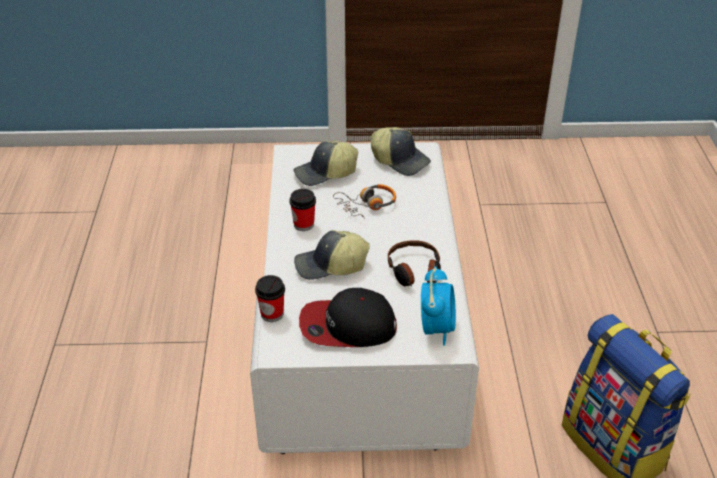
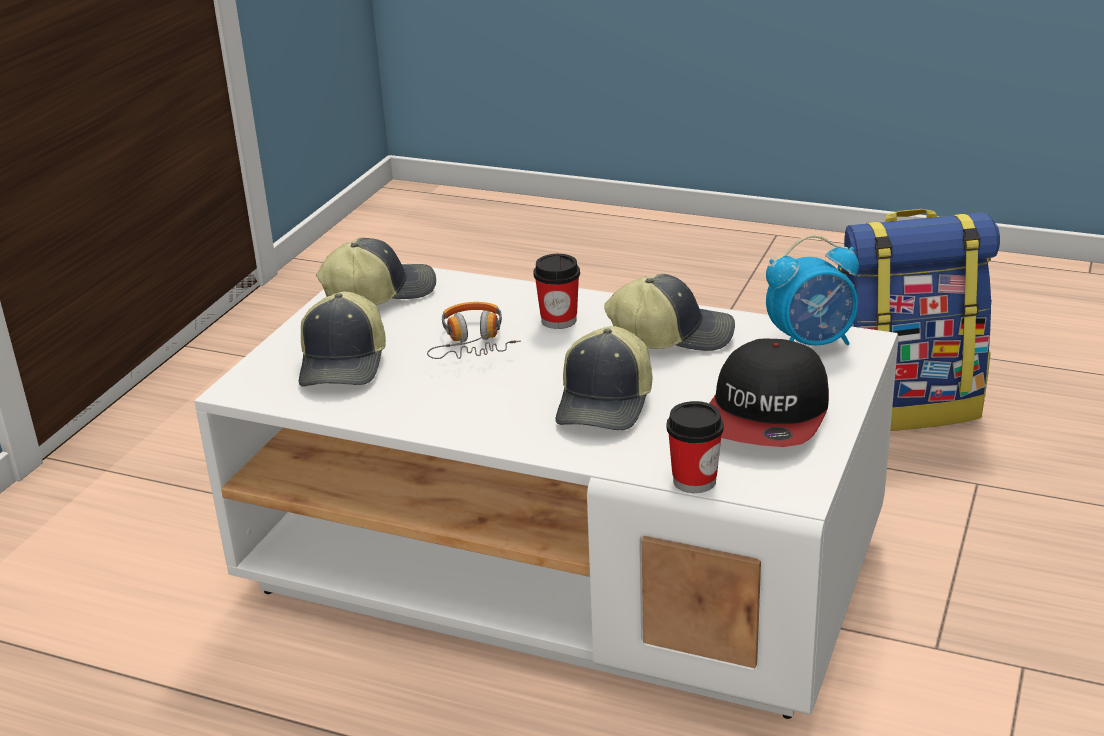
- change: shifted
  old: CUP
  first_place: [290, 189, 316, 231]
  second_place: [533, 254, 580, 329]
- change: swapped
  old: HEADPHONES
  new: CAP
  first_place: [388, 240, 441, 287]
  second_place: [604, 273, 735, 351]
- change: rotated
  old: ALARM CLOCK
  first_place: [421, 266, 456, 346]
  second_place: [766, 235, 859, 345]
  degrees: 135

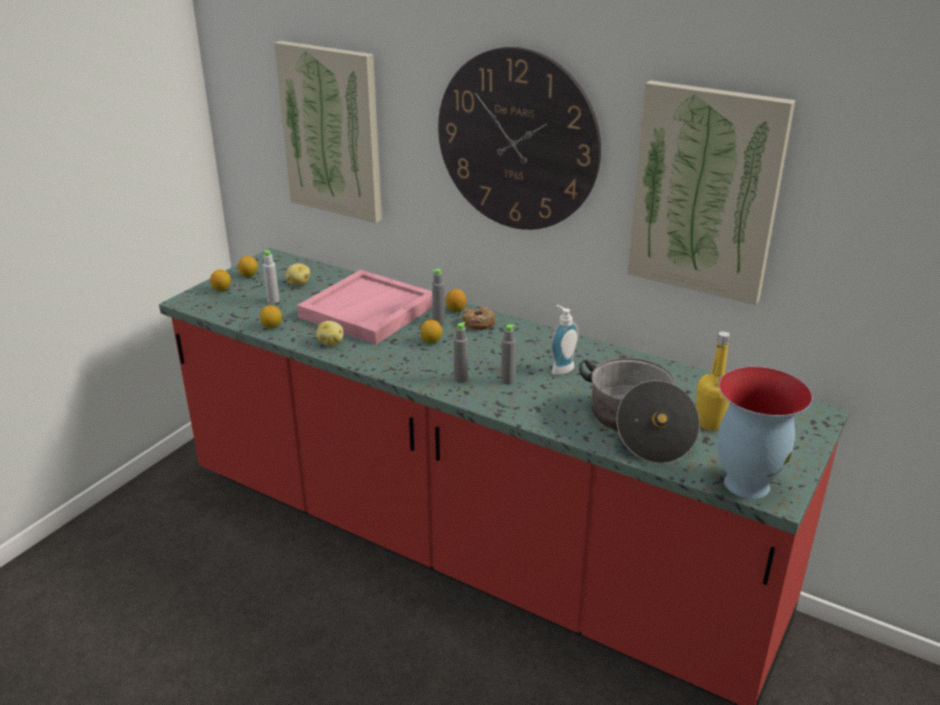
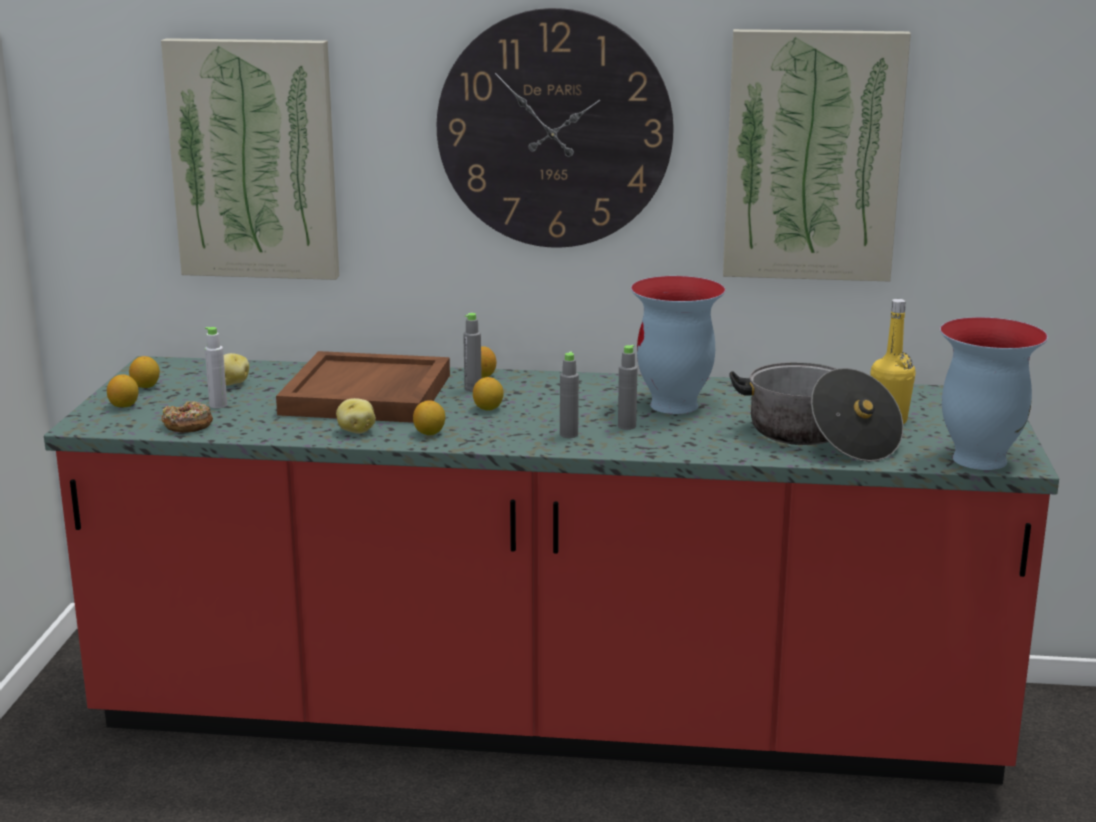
- change: shifted
  old: LEMON
  first_place: [260, 305, 282, 329]
  second_place: [413, 400, 445, 435]
- change: repainted
  old: PINK TRAY
  new: BROWN TRAY
  first_place: [297, 270, 432, 345]
  second_place: [276, 351, 450, 423]
- change: shifted
  old: DONUT
  first_place: [462, 306, 495, 330]
  second_place: [162, 401, 213, 433]
- change: swapped
  old: SOAP DISPENSER
  new: VASE
  first_place: [551, 305, 579, 375]
  second_place: [631, 276, 725, 414]

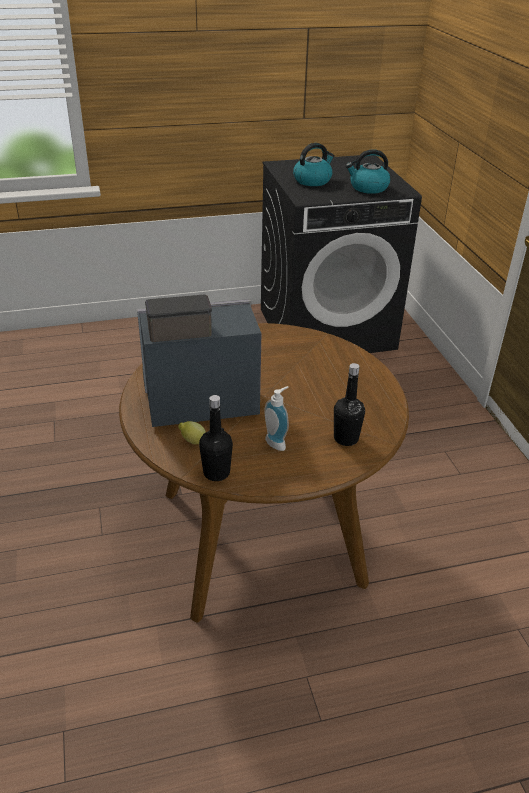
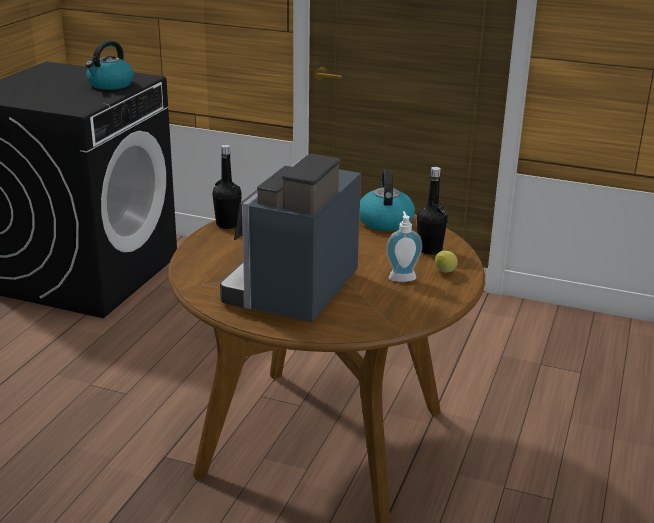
- change: shifted
  old: LEMON
  first_place: [178, 421, 206, 444]
  second_place: [435, 250, 458, 273]
- change: shifted
  old: BLACK BOTTLE
  first_place: [199, 395, 233, 481]
  second_place: [212, 145, 242, 229]
- change: shifted
  old: KETTLE
  first_place: [293, 143, 335, 186]
  second_place: [360, 169, 415, 231]

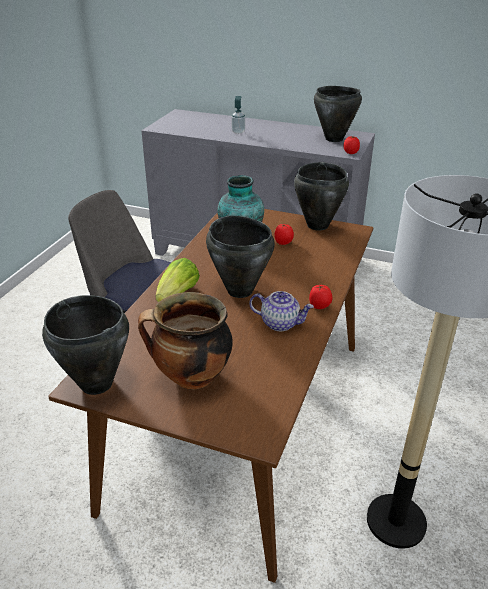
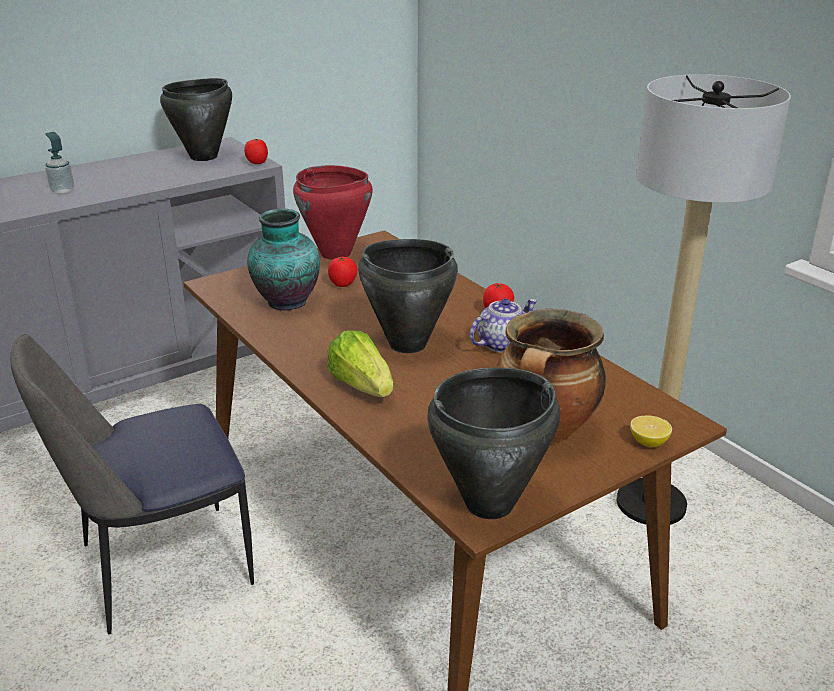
- change: repainted
  old: BLACK COOKING POT
  new: RED COOKING POT
  first_place: [294, 162, 349, 230]
  second_place: [293, 165, 373, 260]
- change: new
  new: LEMON
  second_place: [630, 415, 672, 447]

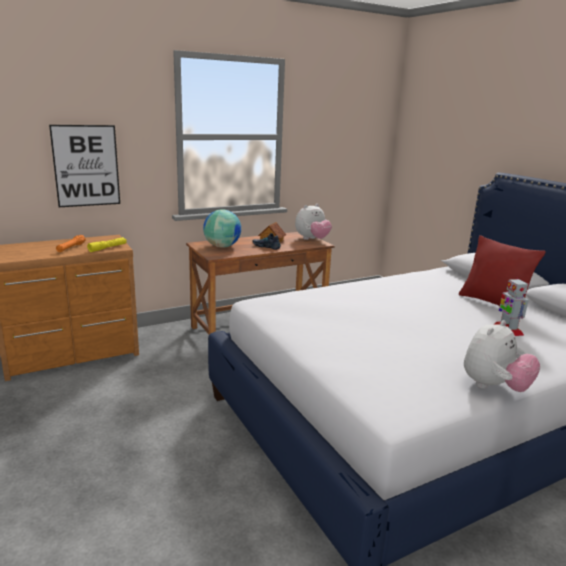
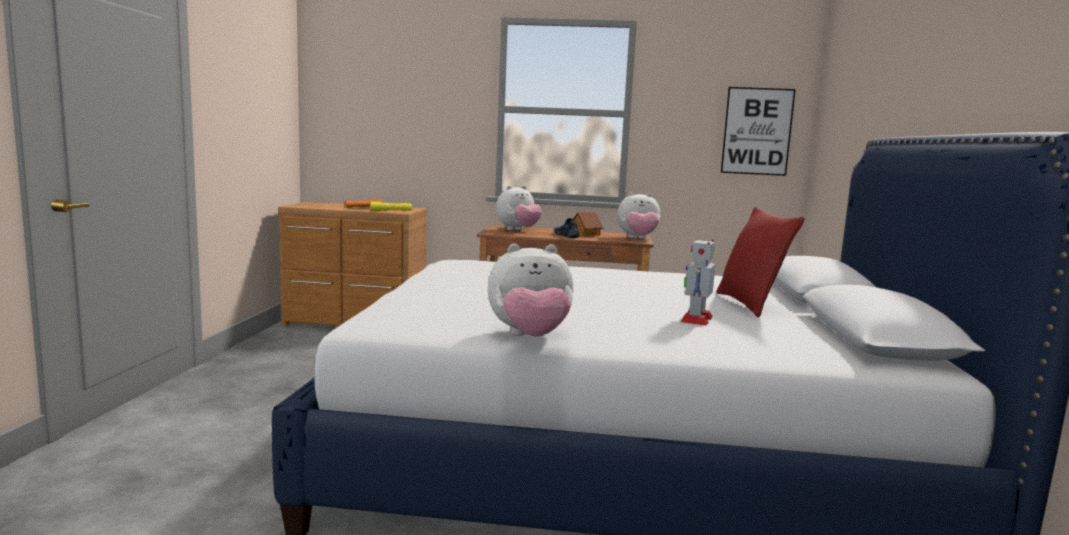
- change: shifted
  old: PICTURE
  first_place: [49, 125, 120, 207]
  second_place: [721, 87, 796, 176]
- change: swapped
  old: GLOBE
  new: PLUSH TOY
  first_place: [203, 209, 241, 248]
  second_place: [496, 185, 542, 230]

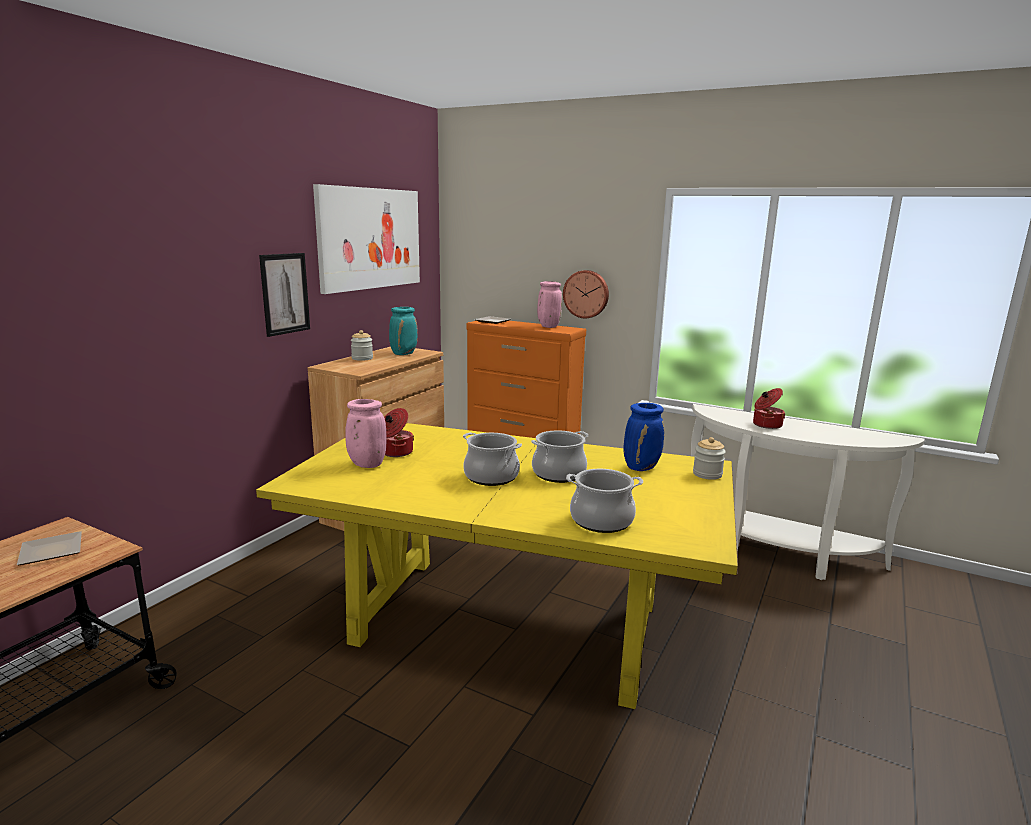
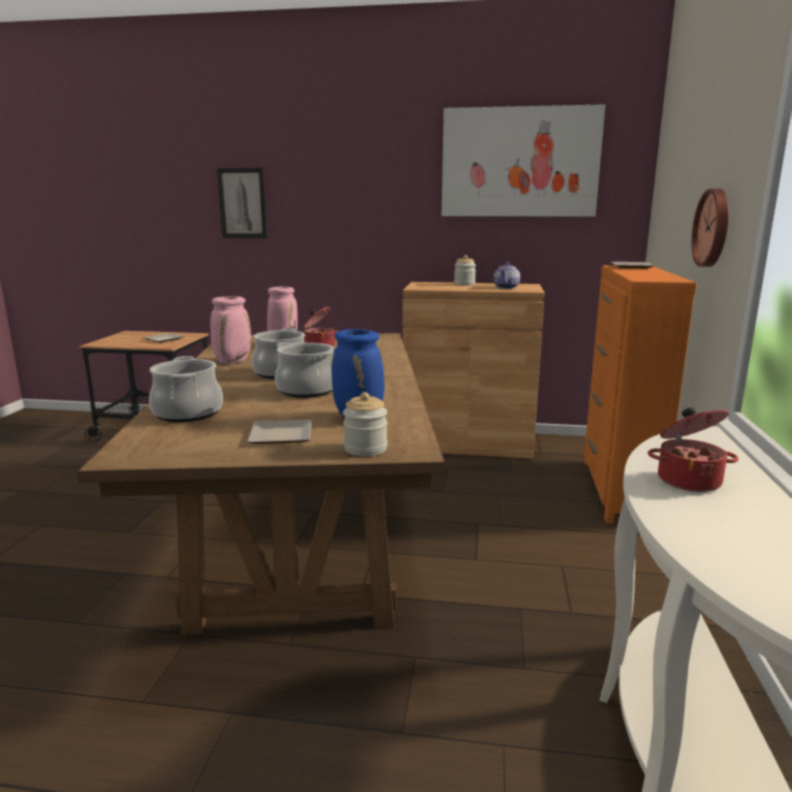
- change: repainted
  old: YELLOW DINING TABLE
  new: BROWN DINING TABLE
  first_place: [256, 423, 738, 709]
  second_place: [78, 333, 445, 635]
- change: shifted
  old: PICTURE
  first_place: [259, 253, 310, 337]
  second_place: [217, 168, 267, 238]
- change: swapped
  old: TURQUOISE VASE
  new: TEAPOT
  first_place: [389, 307, 418, 355]
  second_place: [494, 262, 520, 289]
- change: shifted
  old: PINK VASE
  first_place: [537, 281, 562, 328]
  second_place: [210, 296, 251, 364]
- change: new
  new: PLATE
  second_place: [247, 420, 312, 444]

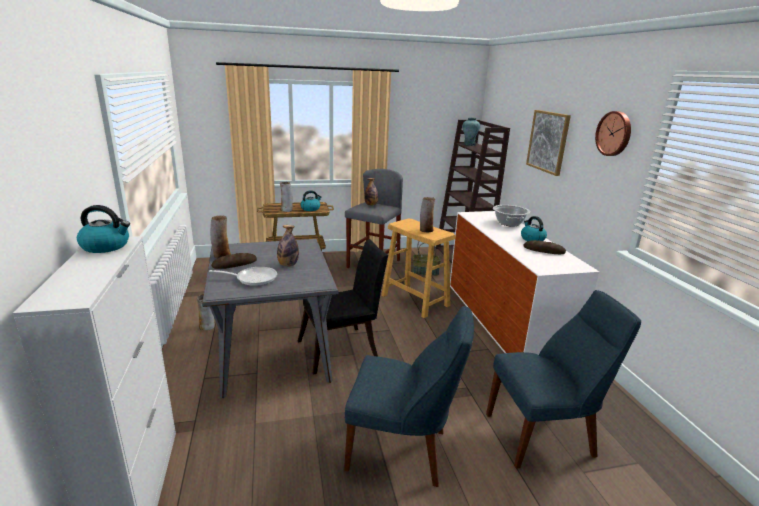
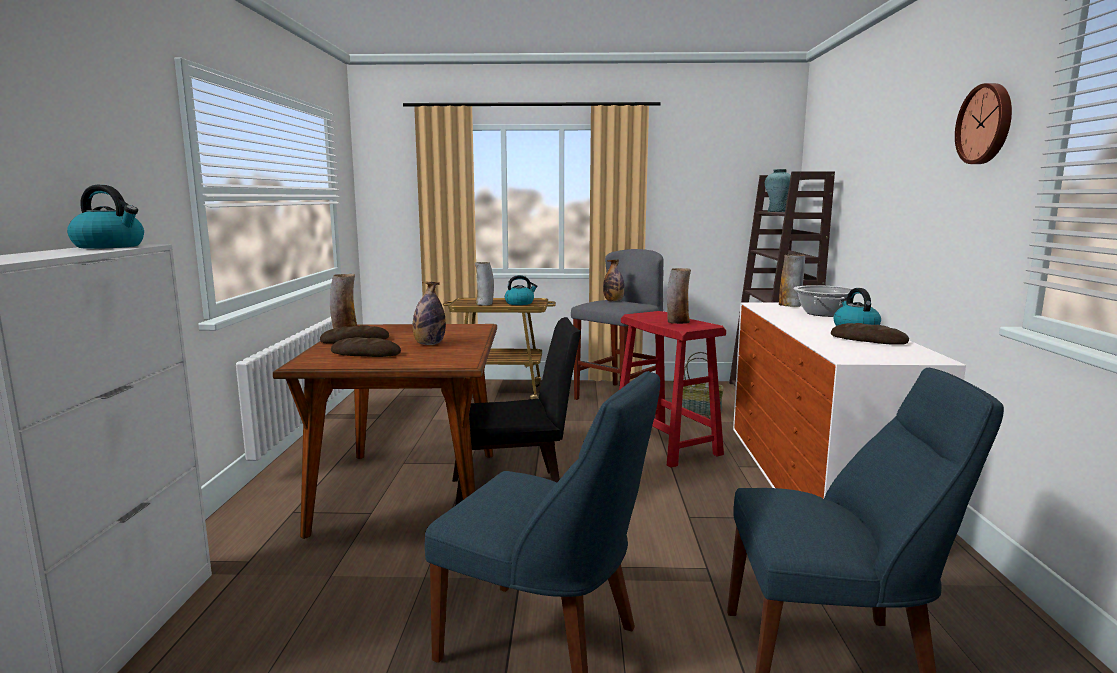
- change: shifted
  old: VASE
  first_place: [196, 294, 215, 331]
  second_place: [779, 254, 805, 307]
- change: repainted
  old: GREY DINING TABLE
  new: BROWN DINING TABLE
  first_place: [202, 239, 339, 398]
  second_place: [273, 324, 497, 539]
- change: swapped
  old: FRYING PAN
  new: BREAD
  first_place: [209, 267, 277, 286]
  second_place: [331, 337, 401, 357]
- change: repainted
  old: BEIGE STOOL
  new: RED STOOL
  first_place: [381, 219, 456, 318]
  second_place: [619, 311, 726, 468]
- change: gone
  old: PICTURE
  first_place: [526, 110, 571, 176]

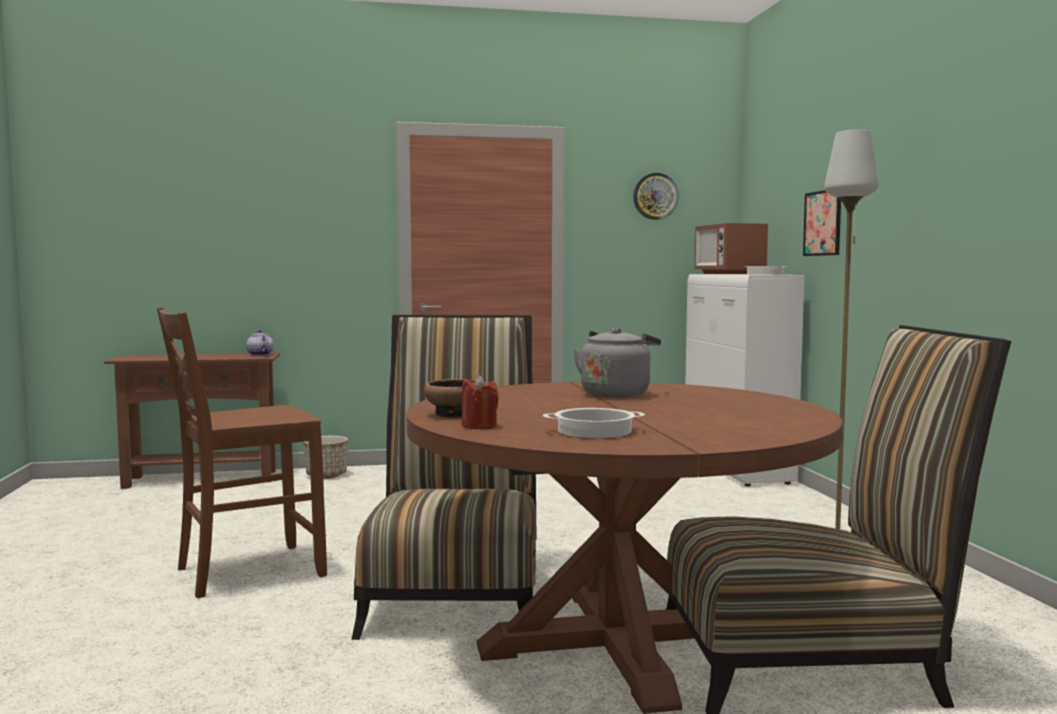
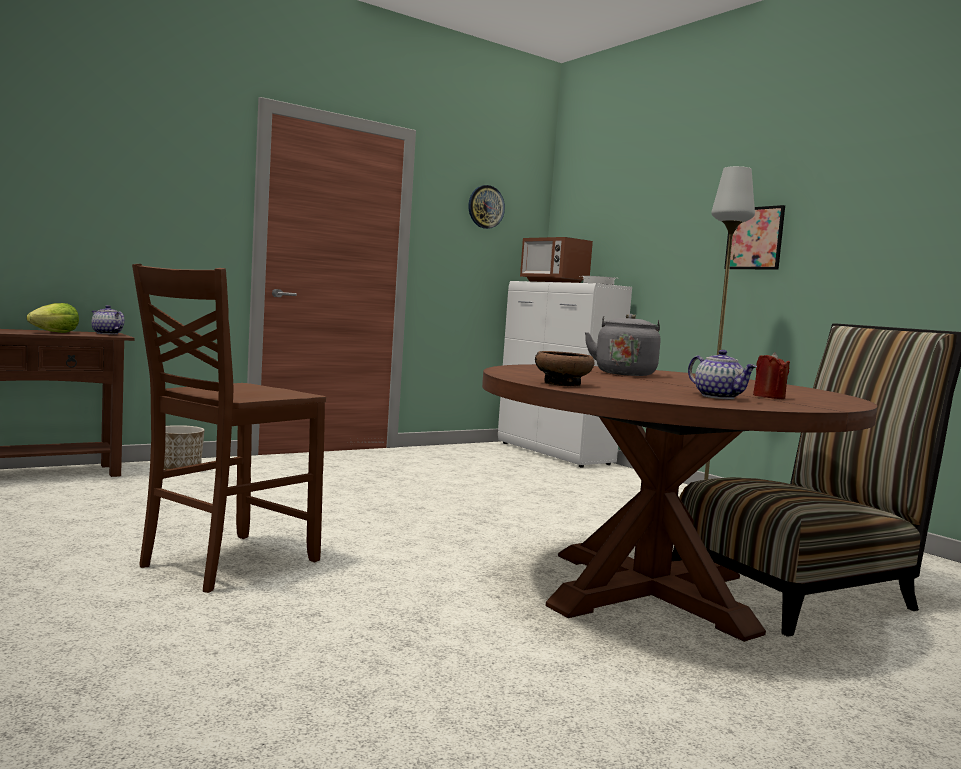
- change: gone
  old: CHAIR
  first_place: [351, 315, 537, 640]
- change: shifted
  old: RED CANDLE
  first_place: [461, 375, 499, 429]
  second_place: [753, 352, 790, 399]
- change: swapped
  old: COOKING POT
  new: TEAPOT
  first_place: [543, 408, 645, 438]
  second_place: [688, 350, 757, 399]
- change: shifted
  old: PICTURE
  first_place: [803, 190, 841, 256]
  second_place: [724, 205, 785, 270]
- change: new
  new: LETTUCE
  second_place: [27, 303, 79, 333]

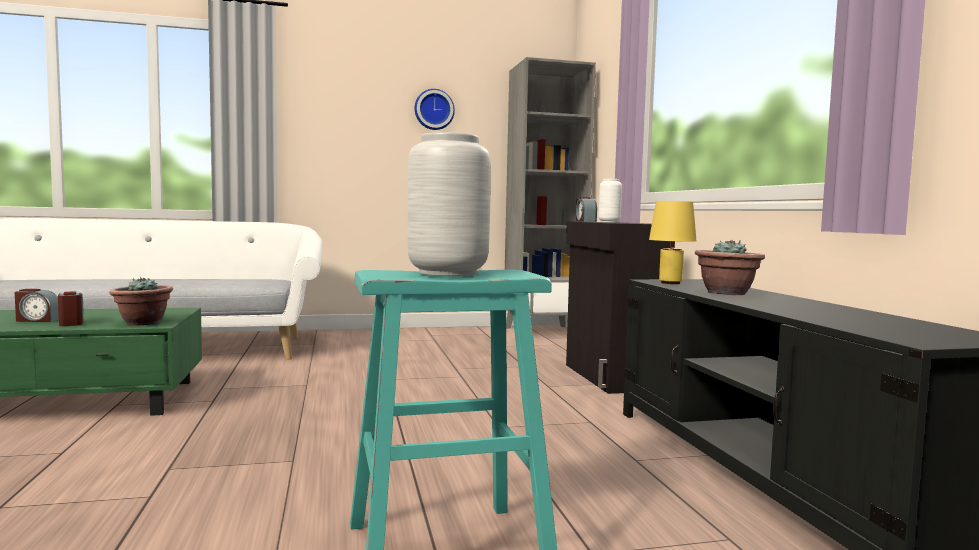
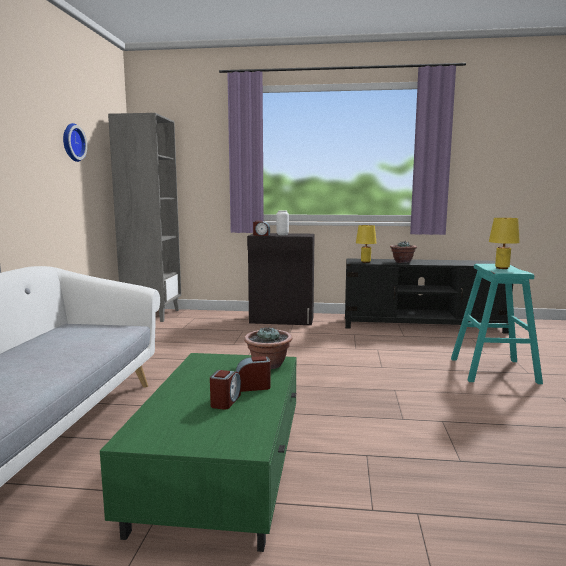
- change: swapped
  old: GREY VASE
  new: YELLOW TABLE LAMP
  first_place: [407, 132, 491, 276]
  second_place: [489, 218, 520, 269]

